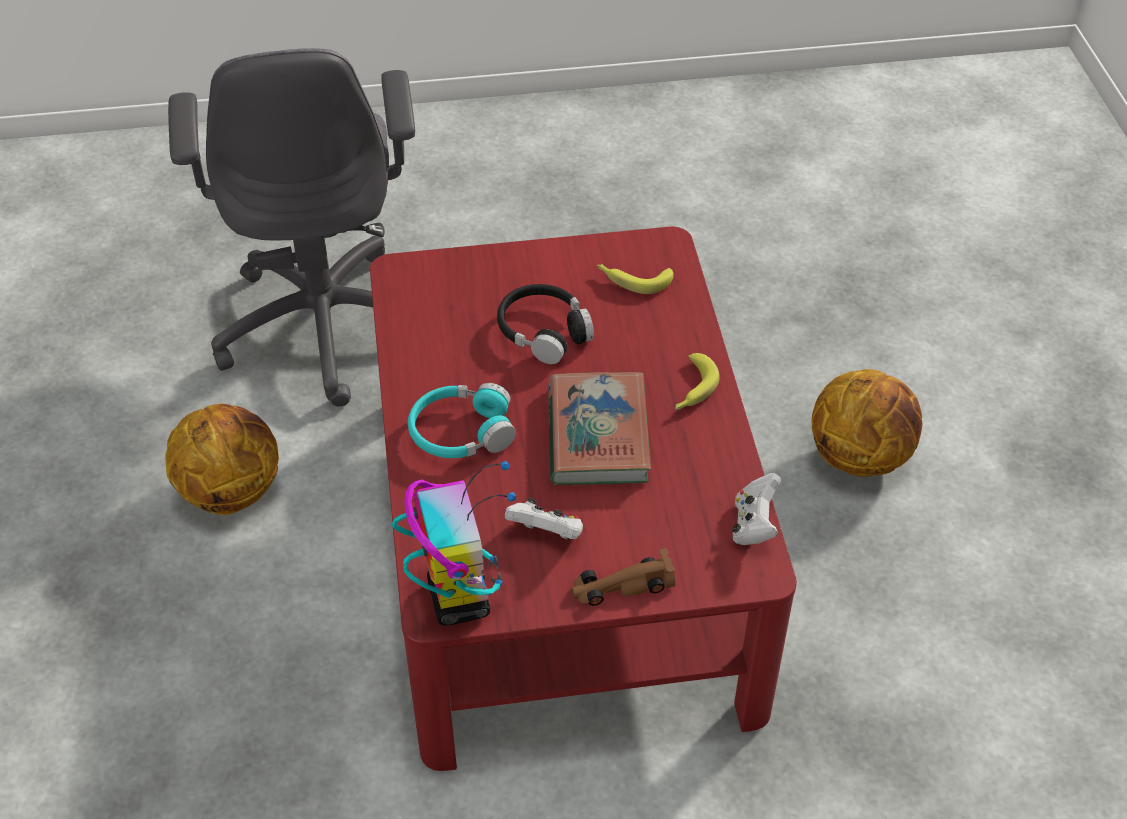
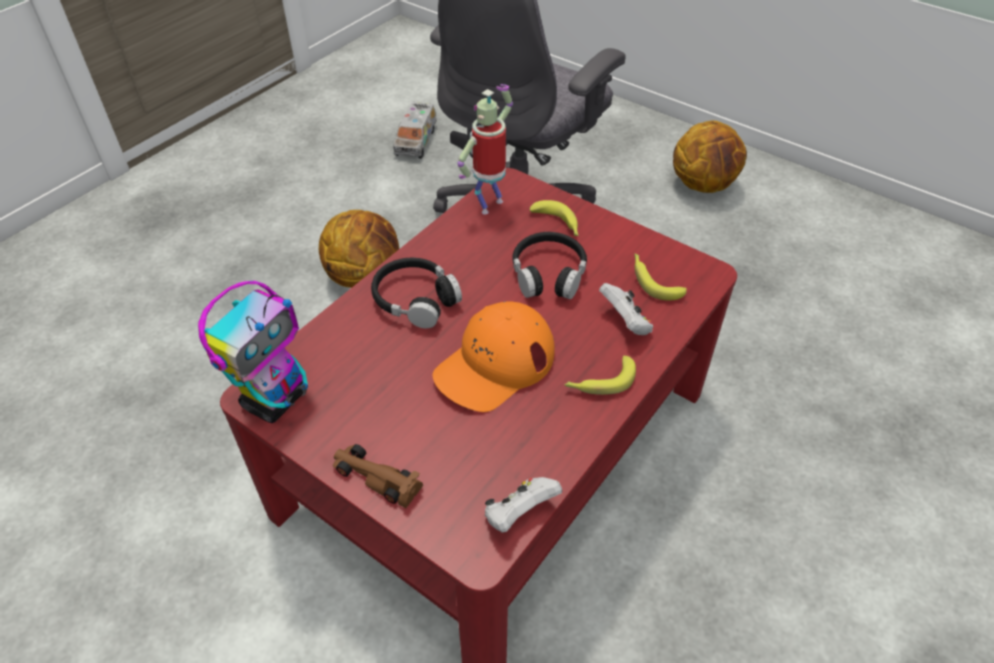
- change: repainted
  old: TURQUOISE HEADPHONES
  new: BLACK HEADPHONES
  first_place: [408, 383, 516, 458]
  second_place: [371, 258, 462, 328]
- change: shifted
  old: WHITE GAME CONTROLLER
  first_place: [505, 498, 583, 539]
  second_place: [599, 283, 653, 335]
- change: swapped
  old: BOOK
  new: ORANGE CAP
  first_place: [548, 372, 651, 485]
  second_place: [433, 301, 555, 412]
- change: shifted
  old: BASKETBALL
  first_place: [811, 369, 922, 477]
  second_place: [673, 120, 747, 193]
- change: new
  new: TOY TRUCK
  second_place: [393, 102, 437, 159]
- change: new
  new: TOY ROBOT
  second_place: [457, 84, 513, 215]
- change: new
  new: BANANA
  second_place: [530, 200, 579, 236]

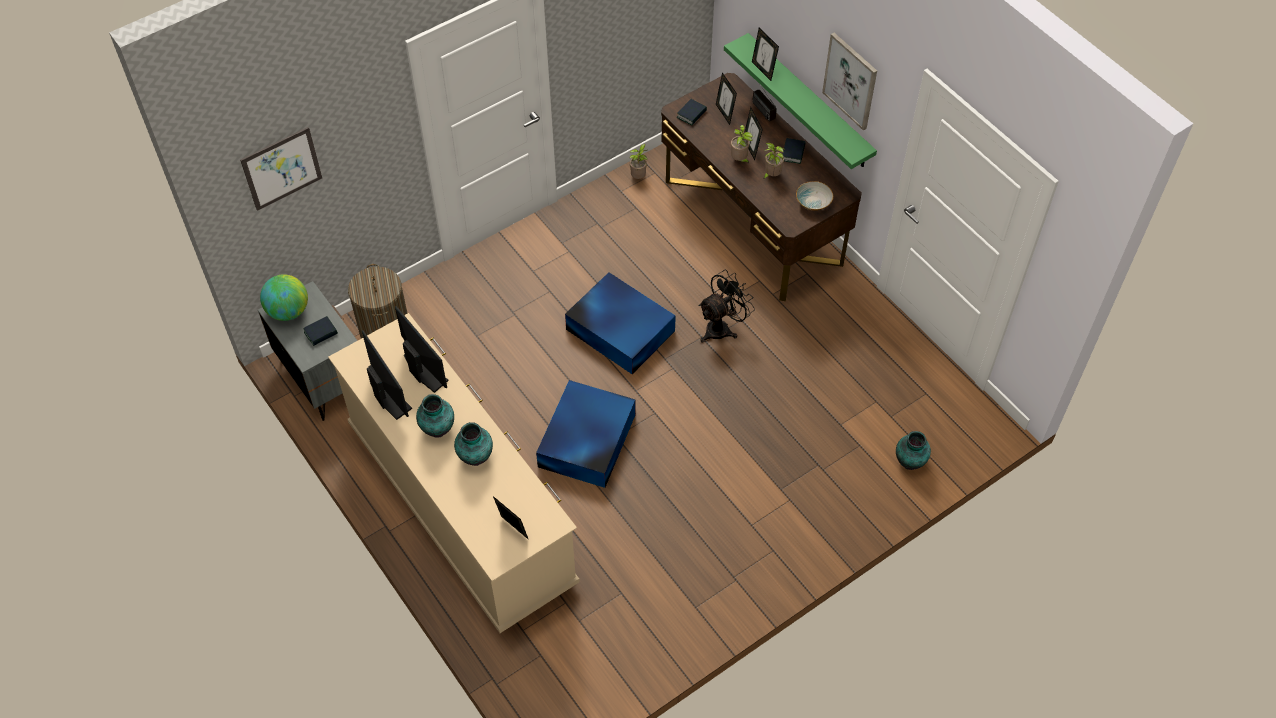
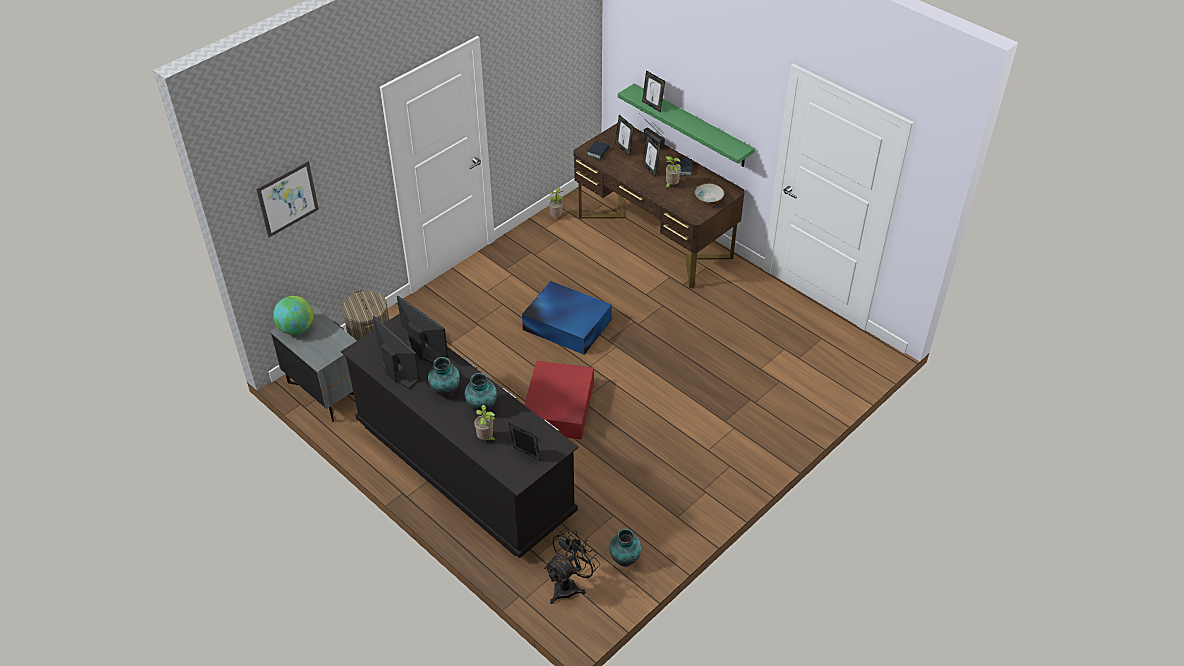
- change: gone
  old: BOOK
  first_place: [303, 316, 338, 346]
- change: repainted
  old: BEIGE DRESSER
  new: BLACK DRESSER
  first_place: [328, 313, 580, 633]
  second_place: [341, 314, 579, 558]
- change: repainted
  old: BLUE STORAGE BOX
  new: RED STORAGE BOX
  first_place: [536, 380, 636, 488]
  second_place: [524, 361, 594, 440]
- change: shifted
  old: BLACK FAN
  first_place: [699, 270, 755, 343]
  second_place: [544, 528, 600, 604]
- change: shifted
  old: POTTED PLANT
  first_place: [731, 125, 753, 163]
  second_place: [474, 405, 496, 441]
- change: gone
  old: PICTURE
  first_place: [822, 33, 877, 131]
- change: shifted
  old: VASE
  first_place: [896, 431, 931, 470]
  second_place: [610, 529, 641, 567]

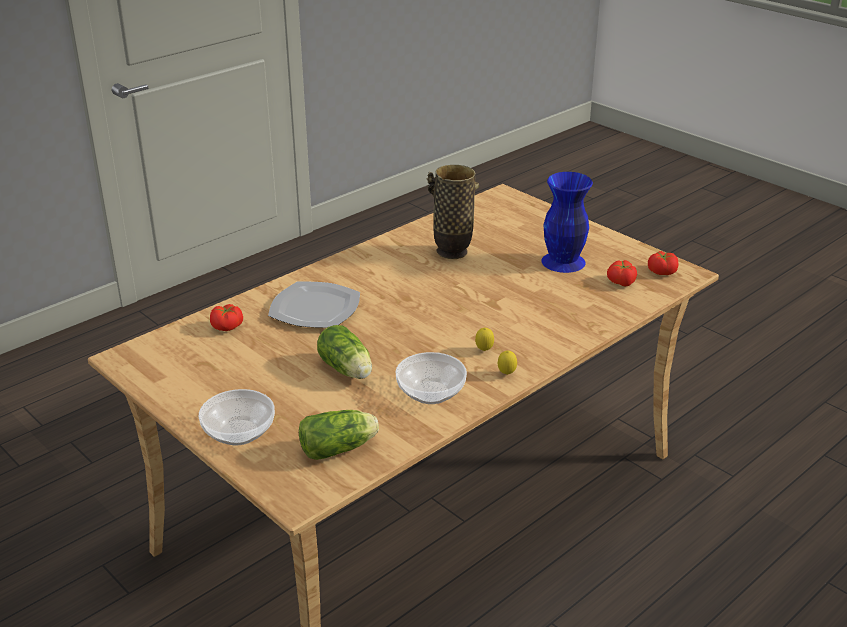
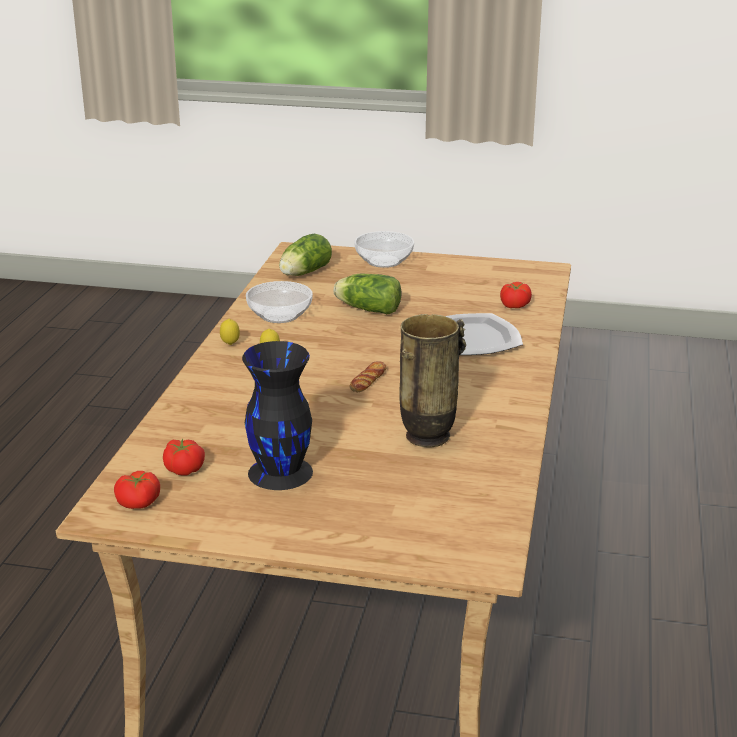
- change: repainted
  old: BLUE VASE
  new: BLACK VASE
  first_place: [541, 172, 593, 273]
  second_place: [242, 341, 313, 490]
- change: new
  new: BREAD
  second_place: [349, 361, 386, 392]

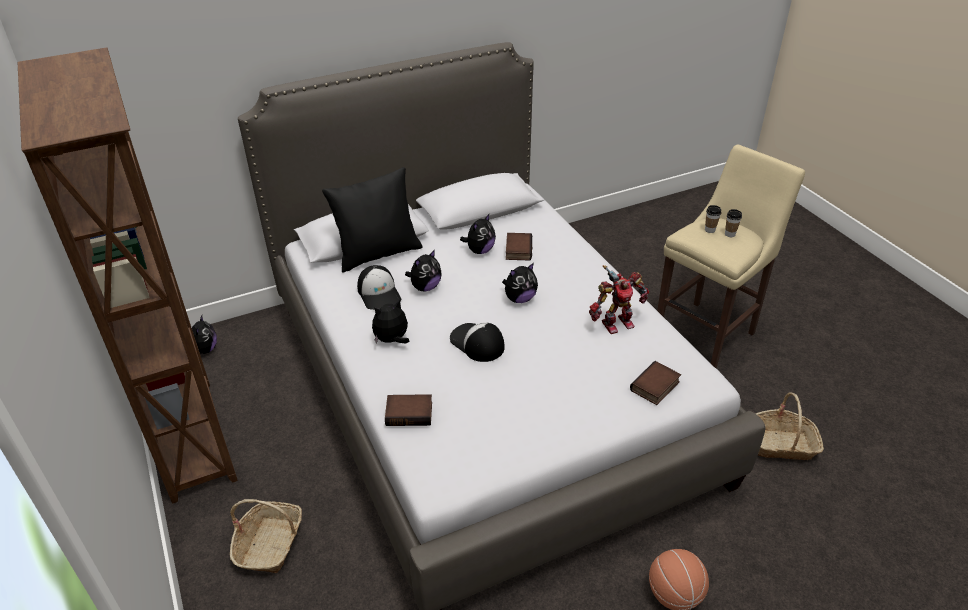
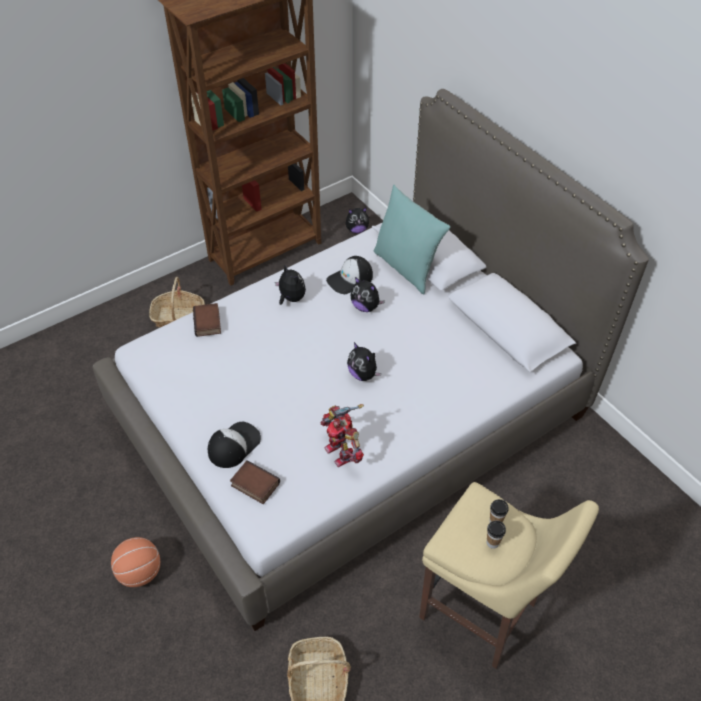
- change: repainted
  old: BLACK PILLOW
  new: TURQUOISE PILLOW
  first_place: [322, 167, 423, 273]
  second_place: [374, 185, 450, 294]
- change: shifted
  old: CAP
  first_place: [450, 322, 505, 362]
  second_place: [208, 422, 261, 468]
- change: gone
  old: PLUSH TOY
  first_place: [460, 214, 496, 254]
- change: gone
  old: BOOK
  first_place: [506, 233, 532, 261]

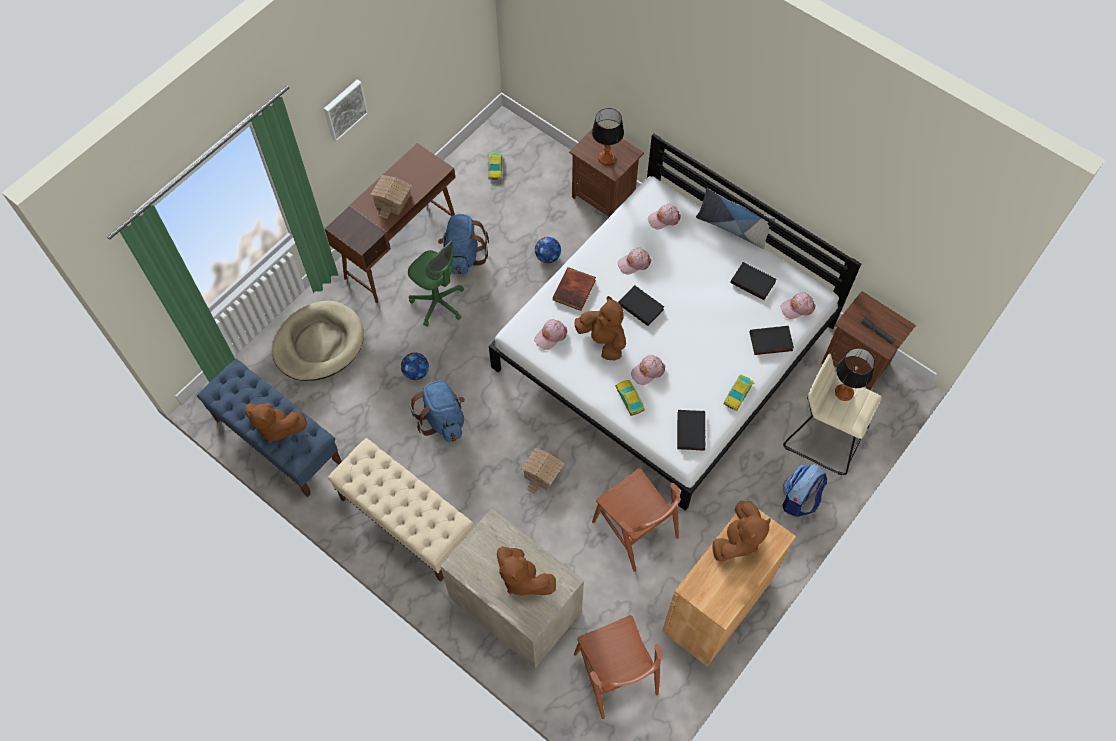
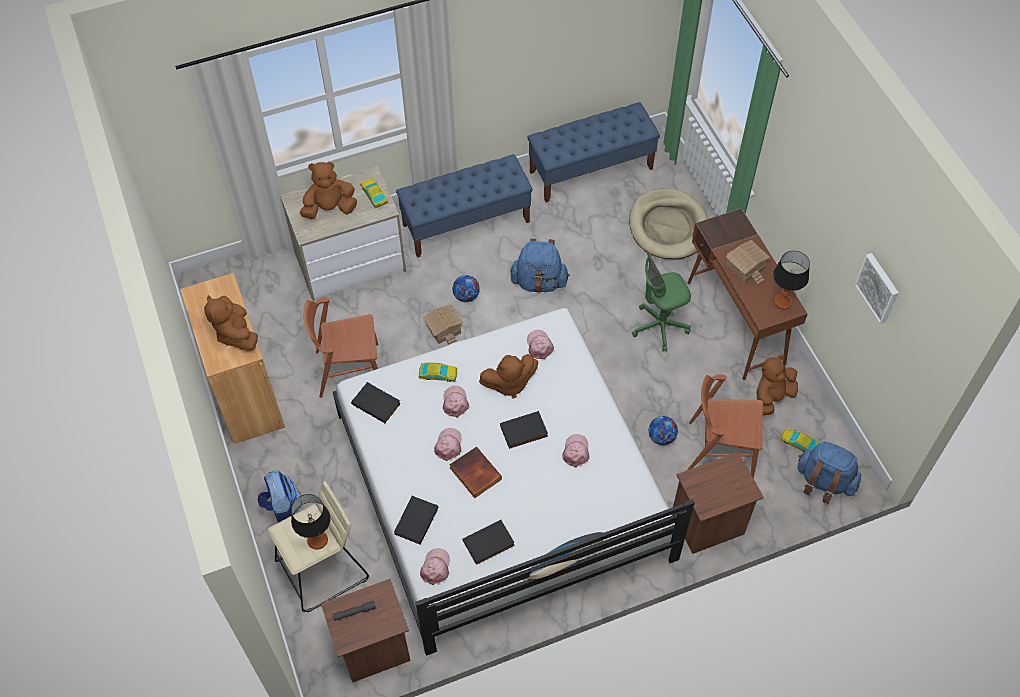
- change: shifted
  old: BROWN PLUSH TOY
  first_place: [245, 403, 307, 443]
  second_place: [756, 355, 798, 415]
- change: shifted
  old: PICTURE
  first_place: [324, 79, 368, 142]
  second_place: [855, 253, 899, 324]
- change: repainted
  old: BEIGE BENCH
  new: BLUE BENCH
  first_place: [328, 438, 473, 582]
  second_place: [396, 154, 533, 258]
- change: shifted
  old: FOOTBALL
  first_place: [401, 352, 429, 380]
  second_place: [453, 275, 480, 302]
- change: shifted
  old: BLUE BACKPACK
  first_place: [438, 214, 489, 274]
  second_place: [798, 442, 861, 503]
- change: shifted
  old: BOOK
  first_place: [553, 267, 596, 311]
  second_place: [450, 447, 502, 498]
- change: shifted
  old: BROWN CHAIR
  first_place: [574, 615, 663, 719]
  second_place: [687, 374, 763, 478]
- change: shifted
  old: TABLE LAMP
  first_place: [592, 108, 624, 165]
  second_place: [773, 251, 810, 310]
- change: shifted
  old: PINK CAP
  first_place: [648, 204, 681, 229]
  second_place: [434, 428, 462, 461]
- change: shifted
  old: TOY CAR
  first_place: [724, 375, 754, 411]
  second_place: [360, 178, 388, 208]

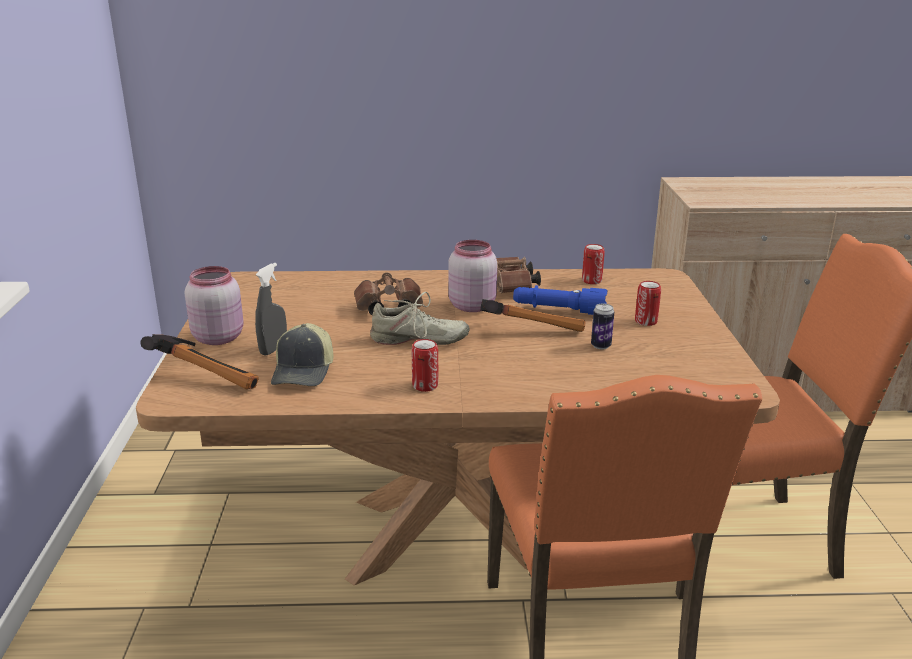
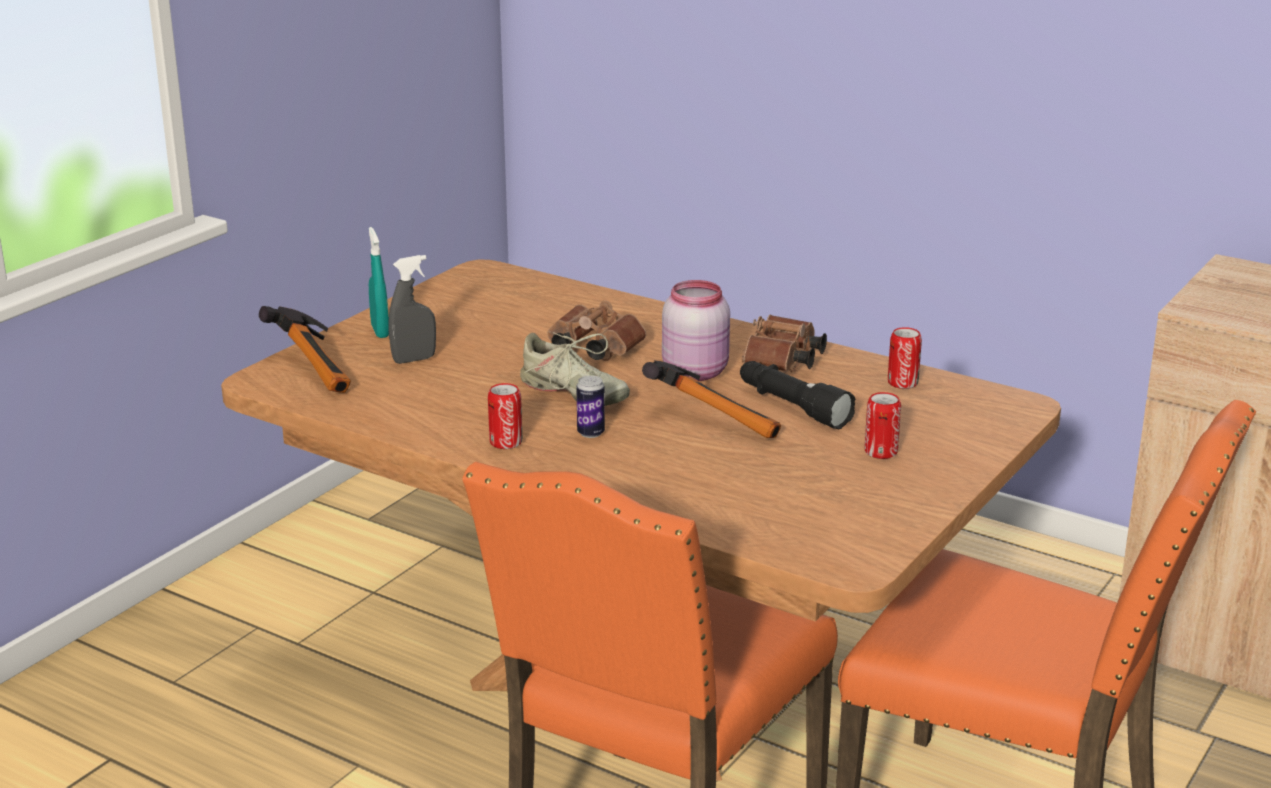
- change: swapped
  old: PINK JAR
  new: TURQUOISE SPRAY BOTTLE
  first_place: [185, 266, 244, 345]
  second_place: [369, 227, 389, 338]
- change: gone
  old: CAP
  first_place: [271, 323, 333, 386]
- change: repainted
  old: BLUE FLASHLIGHT
  new: BLACK FLASHLIGHT
  first_place: [513, 285, 607, 315]
  second_place: [740, 361, 856, 429]
- change: shifted
  old: CAN
  first_place: [591, 304, 614, 349]
  second_place: [576, 375, 605, 438]

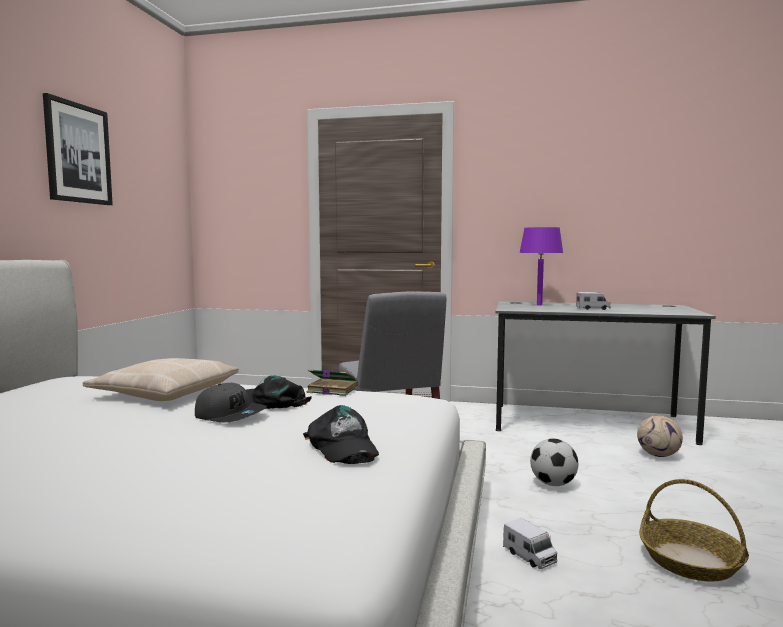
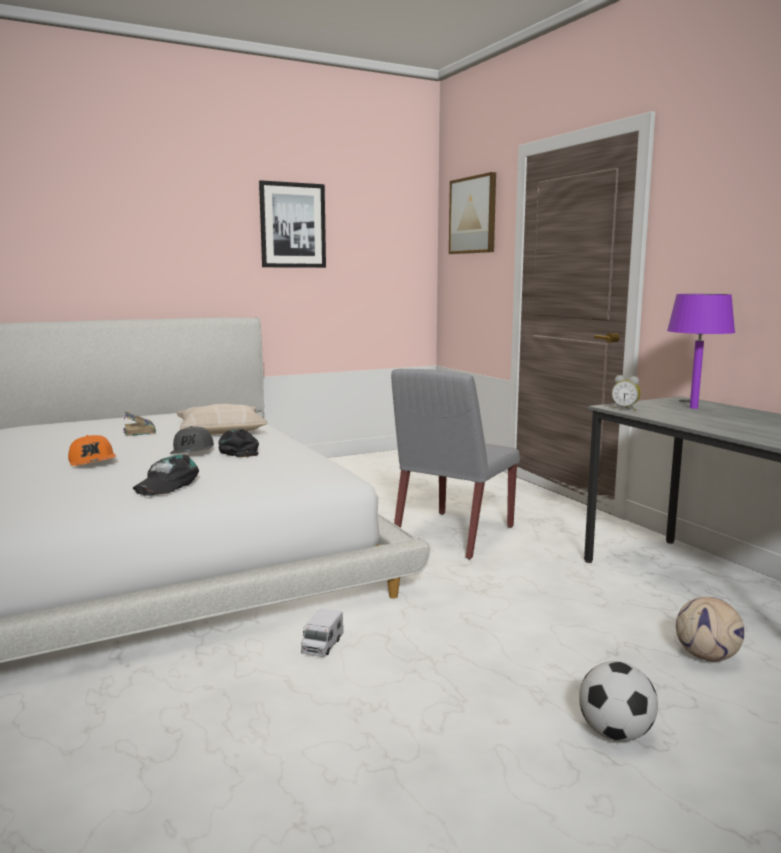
- change: shifted
  old: BOOK
  first_place: [307, 369, 358, 396]
  second_place: [123, 411, 156, 436]
- change: shifted
  old: FOOTBALL
  first_place: [530, 438, 578, 486]
  second_place: [579, 661, 658, 741]
- change: gone
  old: TOY TRUCK
  first_place: [576, 292, 611, 310]
- change: gone
  old: BASKET
  first_place: [639, 479, 749, 582]
- change: new
  new: ORANGE CAP
  second_place: [68, 435, 116, 466]
- change: new
  new: PICTURE
  second_place: [449, 172, 496, 254]
- change: new
  new: ALARM CLOCK
  second_place: [612, 375, 641, 411]

